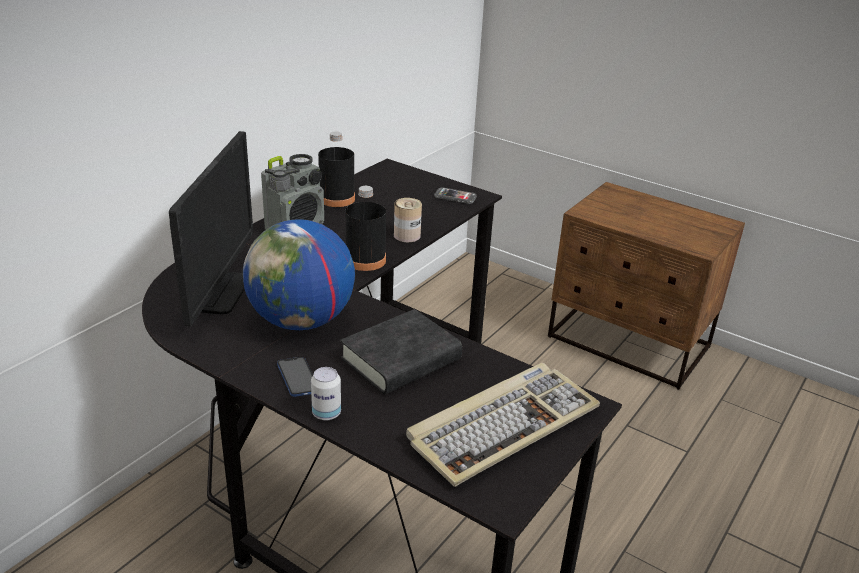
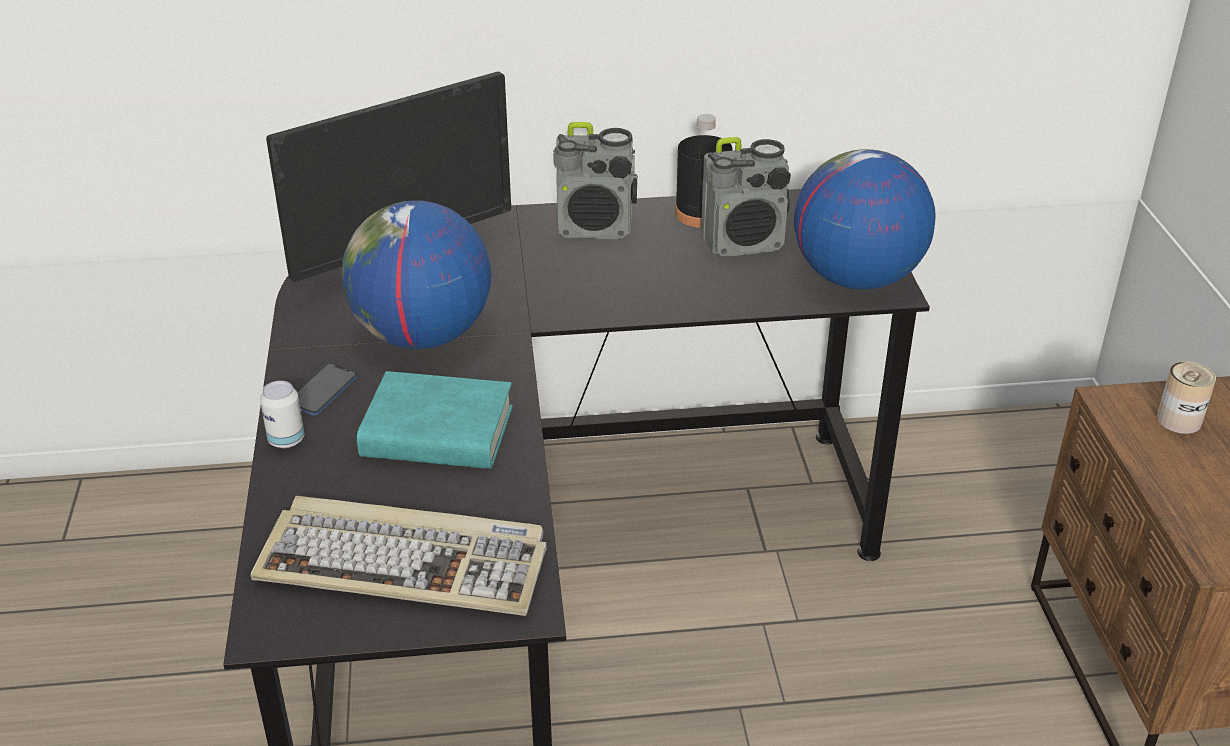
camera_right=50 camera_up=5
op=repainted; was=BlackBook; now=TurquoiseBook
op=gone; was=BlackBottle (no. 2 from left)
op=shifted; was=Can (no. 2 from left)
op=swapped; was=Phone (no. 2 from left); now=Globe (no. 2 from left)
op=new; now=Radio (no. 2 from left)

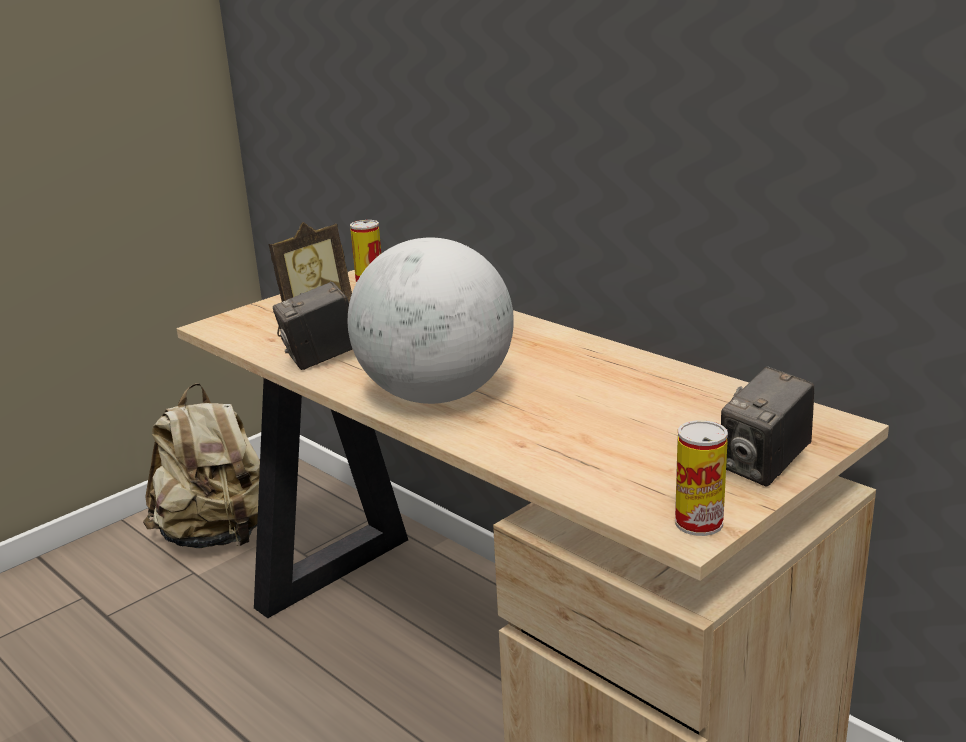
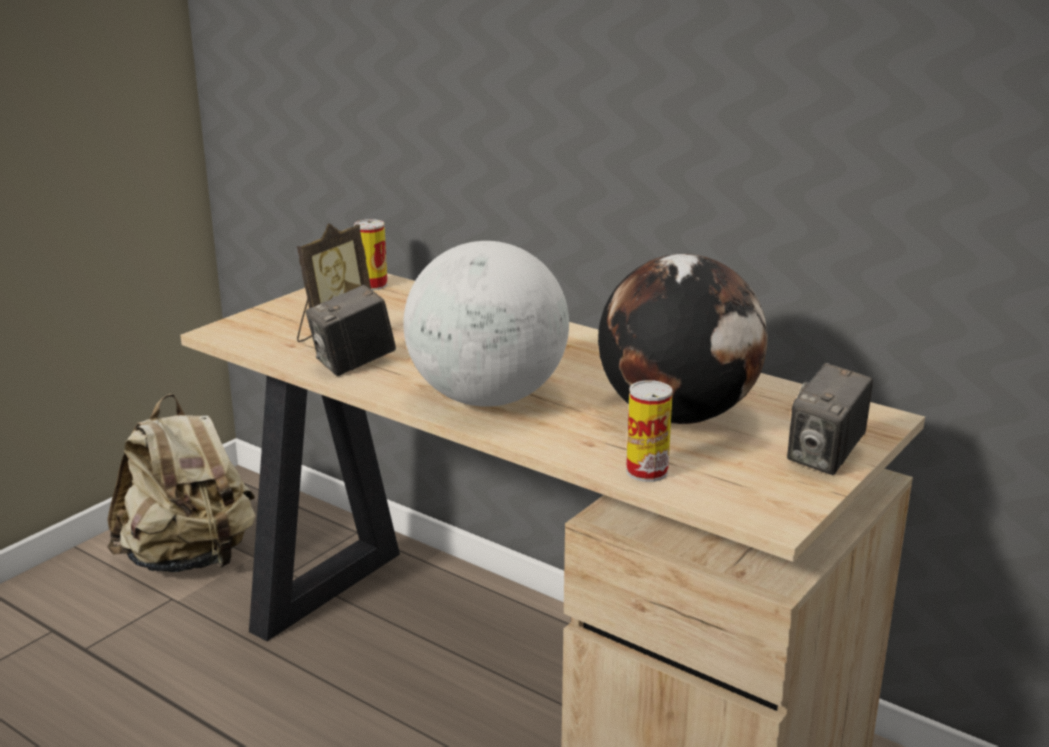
camera_right=-10 camera_up=0
op=shifted; was=Can (no. 2 from left)
op=new; now=Globe (no. 2 from left)

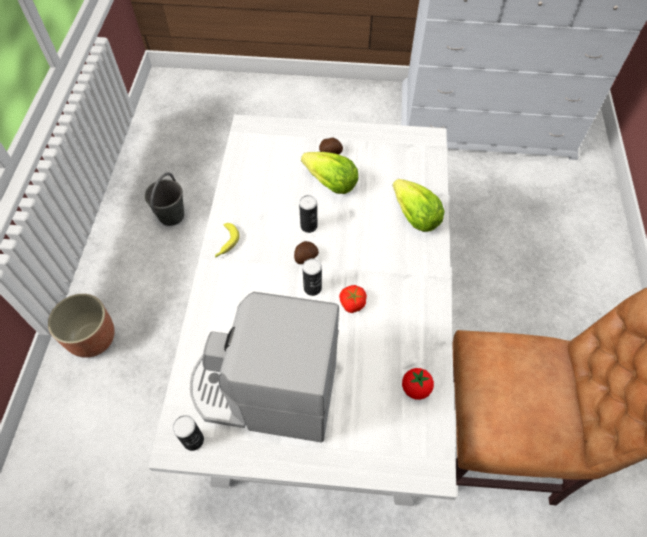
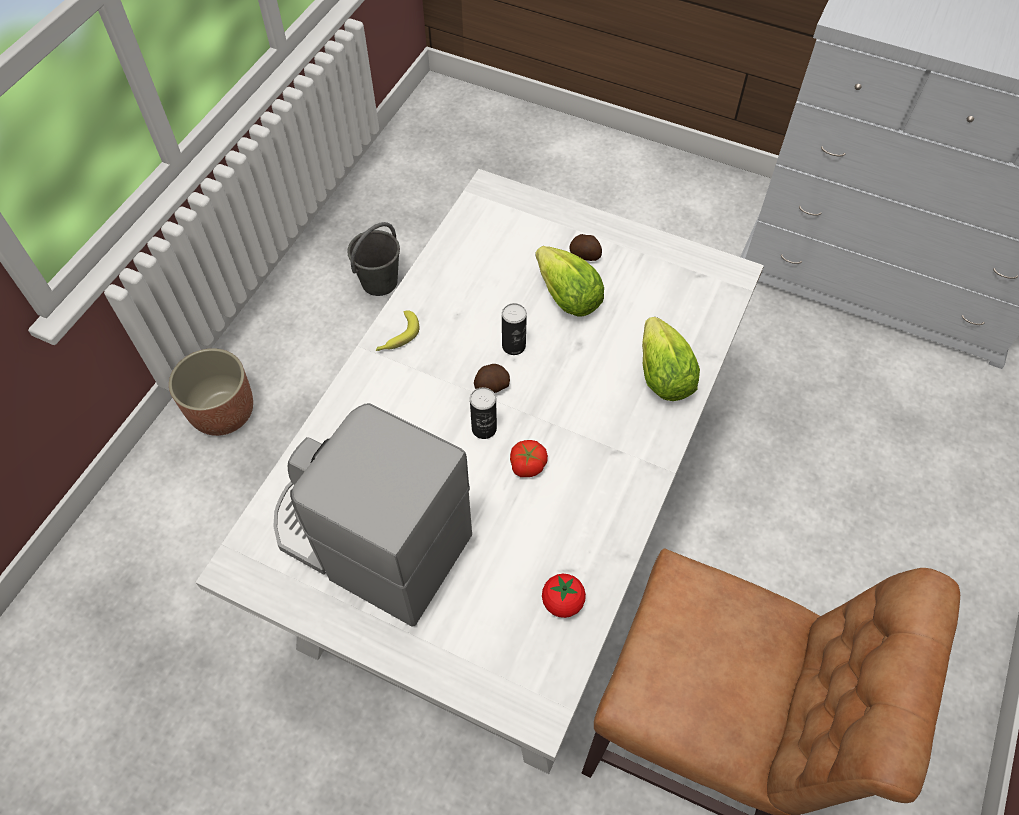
camera_right=20 camera_up=0
op=gone; was=Can (no. 1 from left)

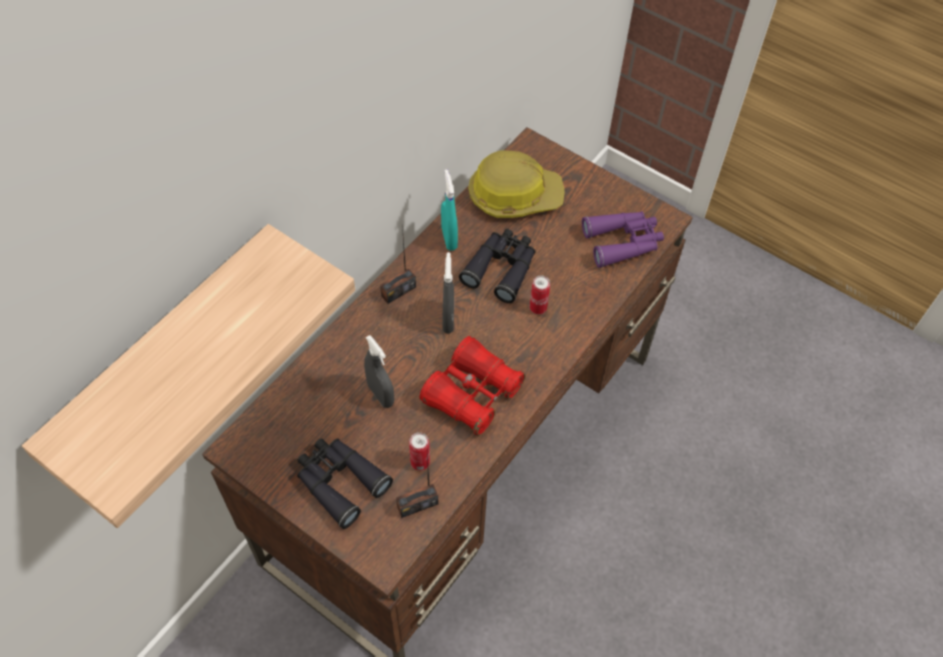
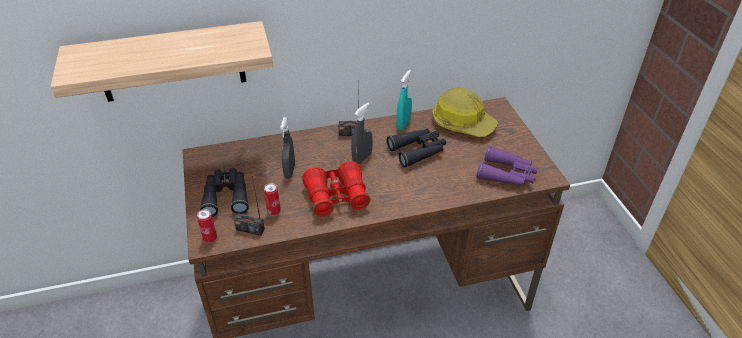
camera_right=40 camera_up=-15
op=shifted; was=Can (no. 2 from left in the first image); now=Can (no. 1 from left)

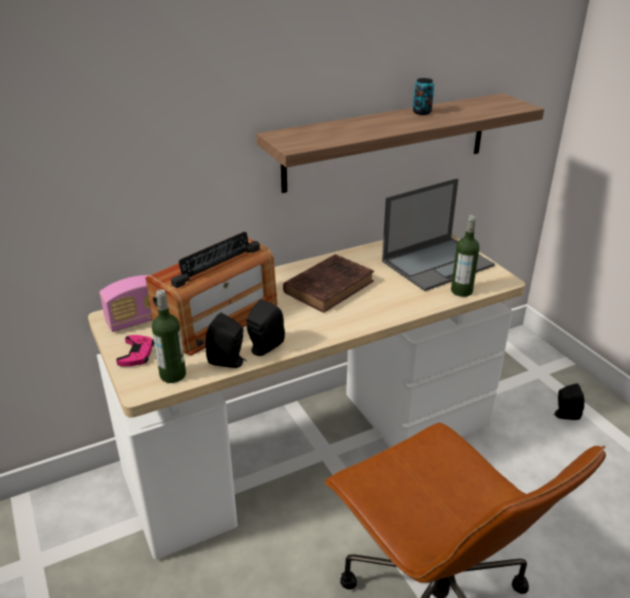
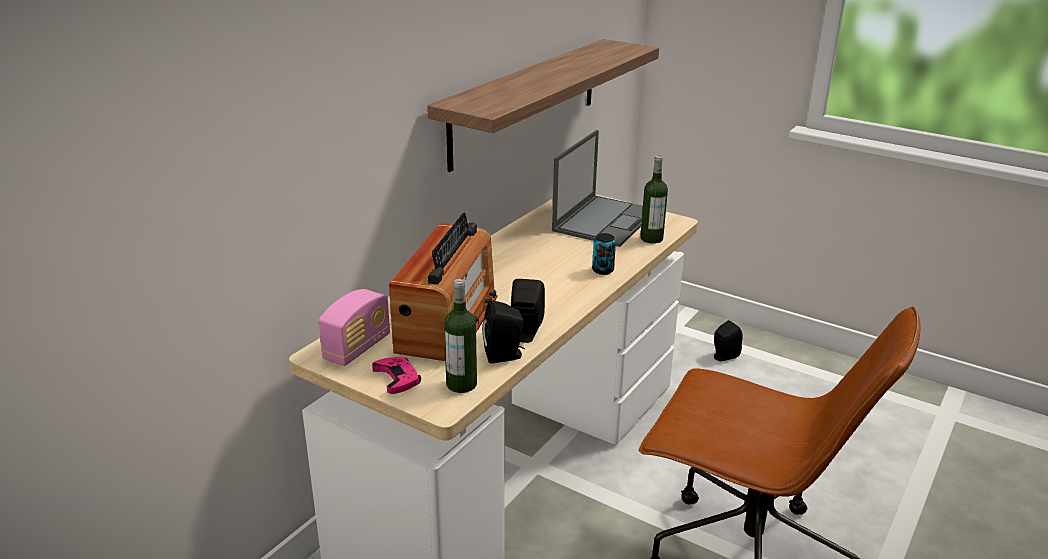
camera_right=-30 camera_up=-5
op=gone; was=BrownBook
op=shifted; was=Can

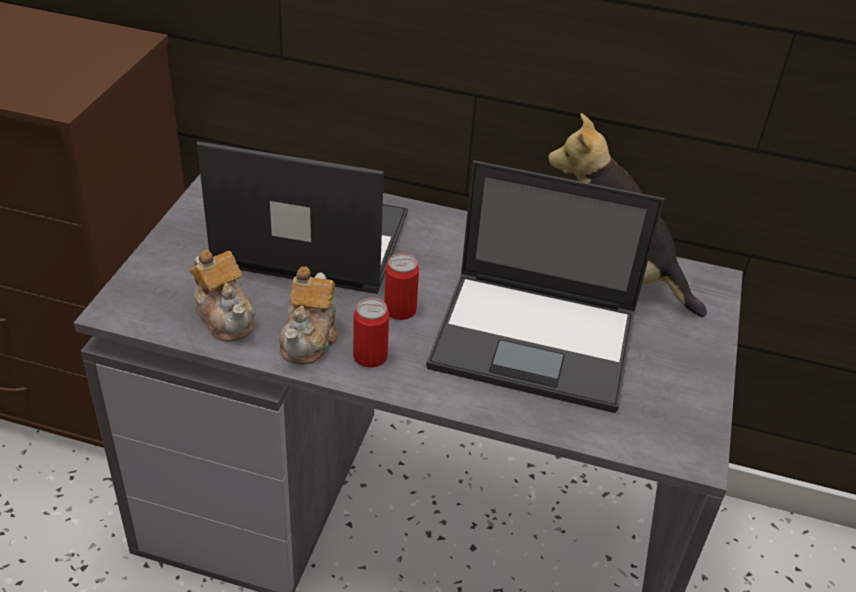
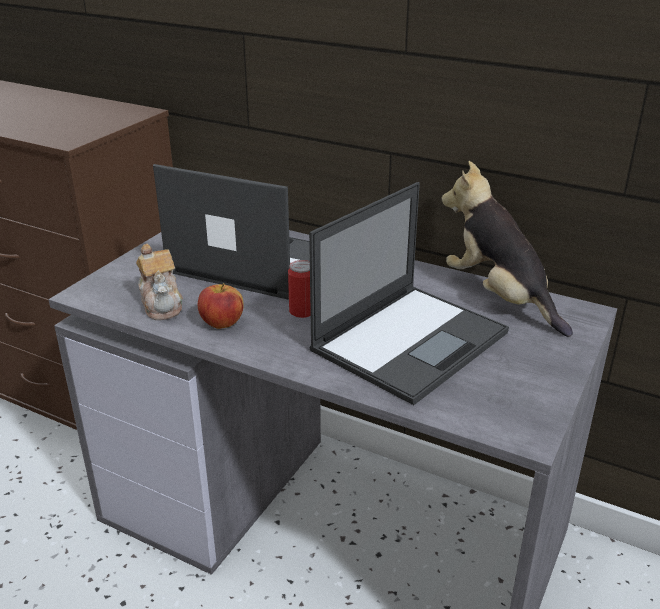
camera_right=15 camera_up=-10
op=swapped; was=Teapot (no. 2 from left); now=Apple
op=gone; was=Can (no. 1 from left)
op=rotated; was=Laptop (no. 2 from left); clockwise=-75

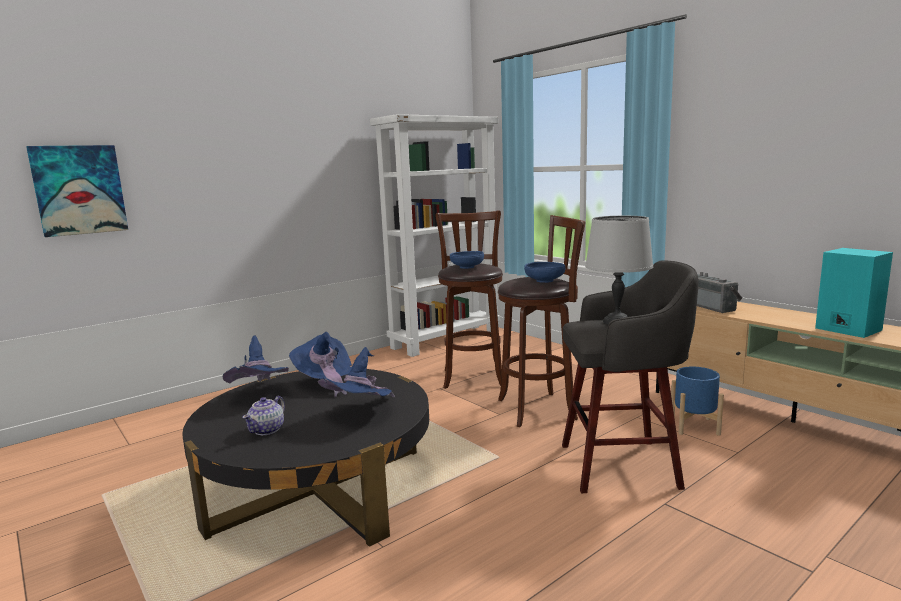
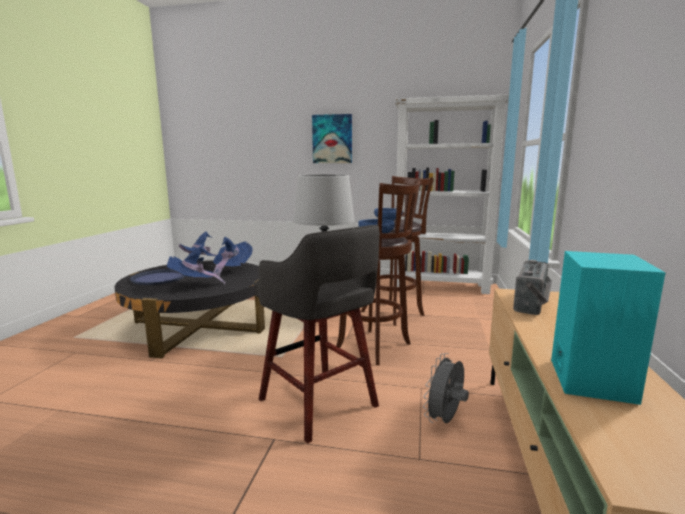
camera_right=50 camera_up=0
op=shifted; was=Picture
op=swapped; was=Teapot; now=BlueTray
op=swapped; was=BluePlanter; now=GreyFan

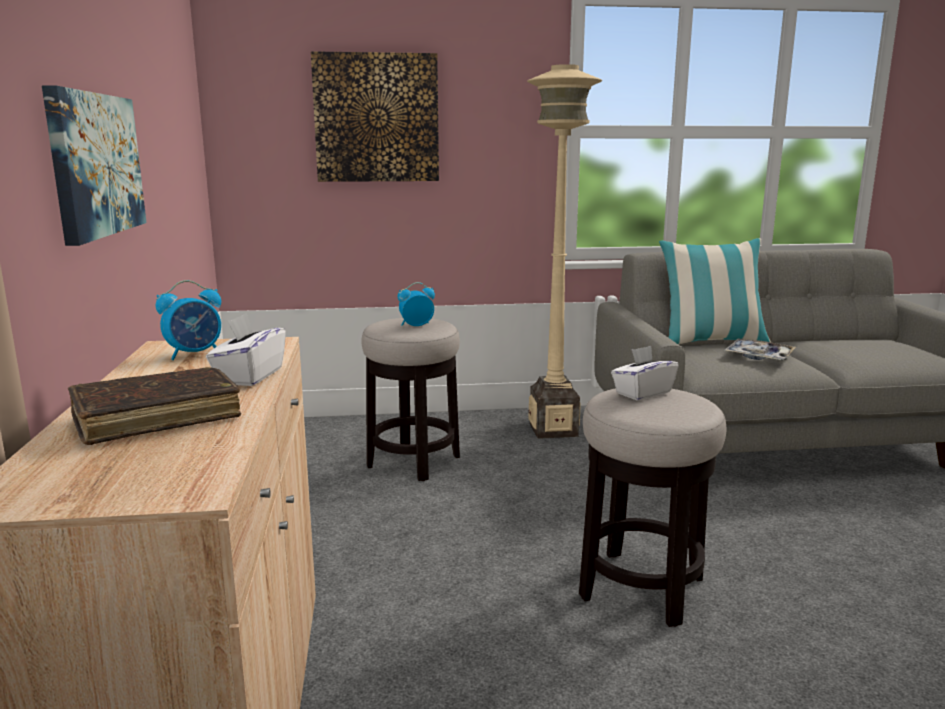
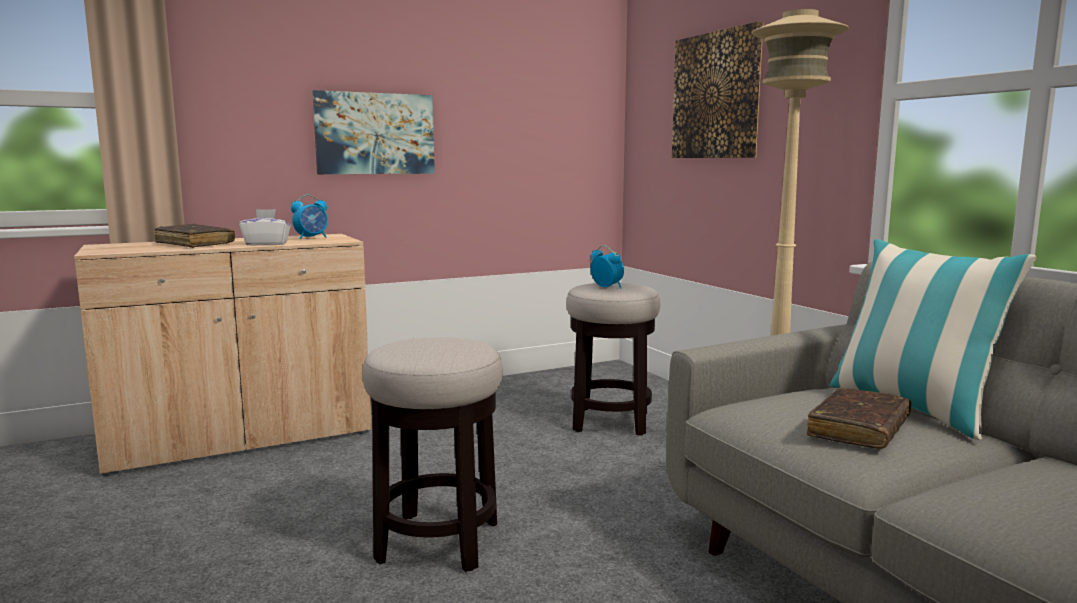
camera_right=70 camera_up=-5
op=rotated; was=AlarmClock (no. 1 from left); clockwise=-75
op=gone; was=WhiteTissueBox (no. 2 from left)
op=swapped; was=Tray; now=BrownBook (no. 2 from left)

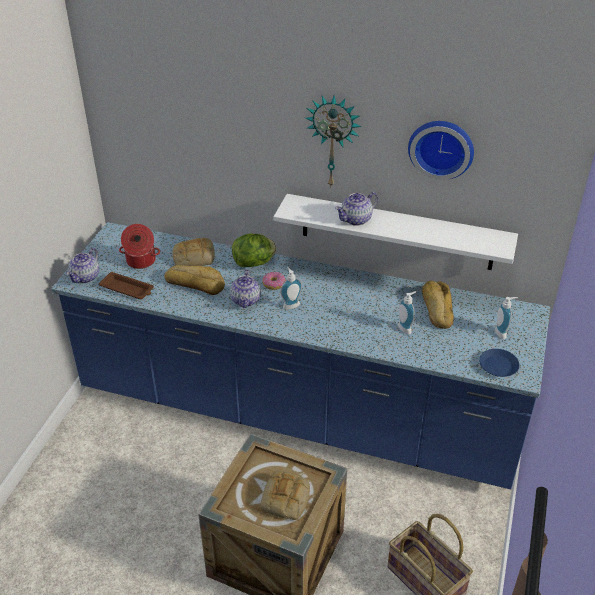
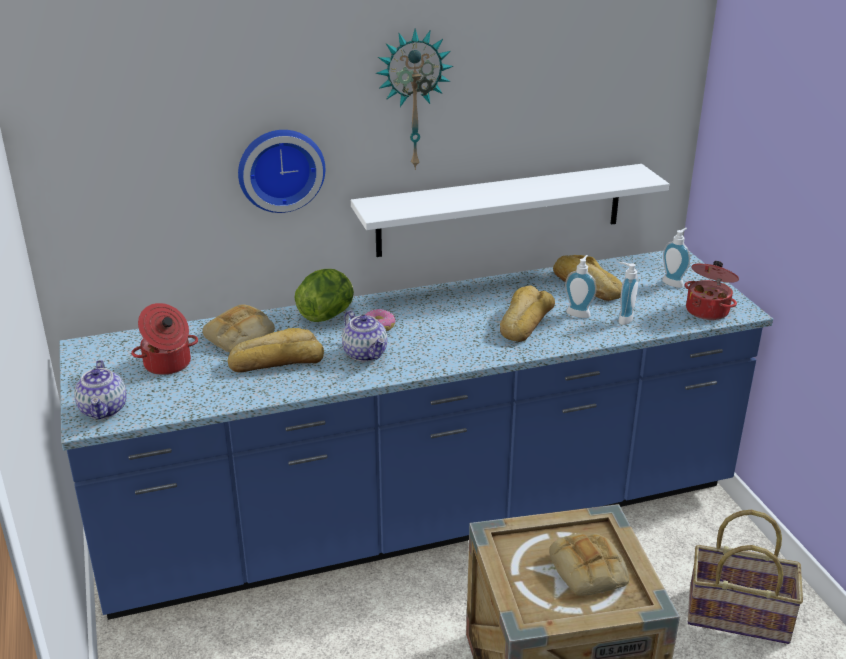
camera_right=-35 camera_up=-10
op=gone; was=BrownTray
op=shifted; was=SoapDispenser (no. 1 from left in the first image); now=SoapDispenser (no. 2 from left)
op=gone; was=Teapot (no. 3 from left)
op=shifted; was=WallClock (no. 2 from left in the first image); now=WallClock (no. 1 from left)
op=swapped; was=BluePlate; now=CookingPot (no. 2 from left)
op=new; now=Bread (no. 3 from left)

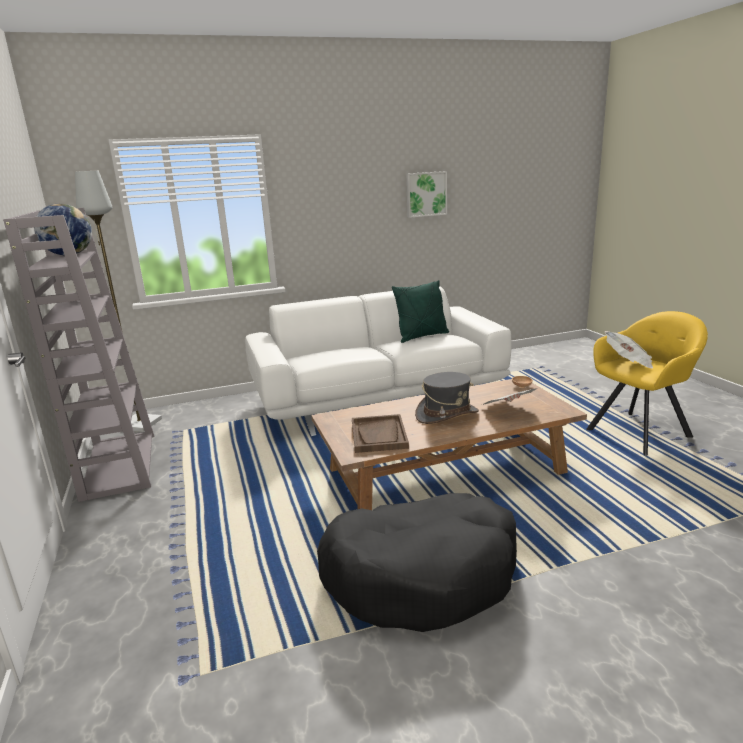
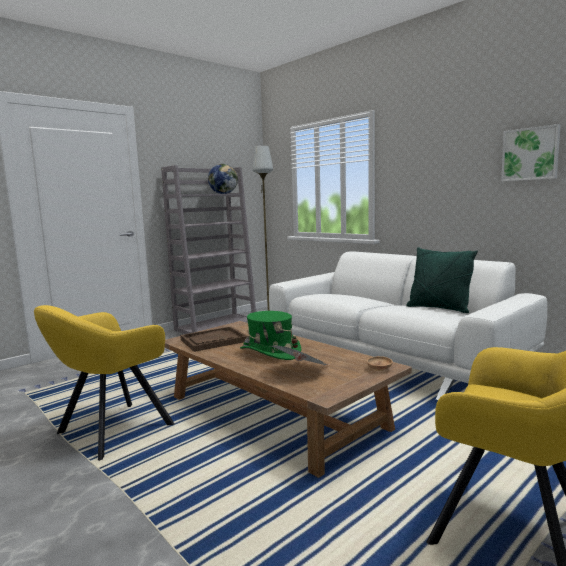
camera_right=65 camera_up=-10
op=swapped; was=BlackDogBed; now=YellowArmchair (no. 1 from left)
op=repainted; was=GreyHat; now=GreenHat
op=gone; was=Newspaper (no. 2 from left)

